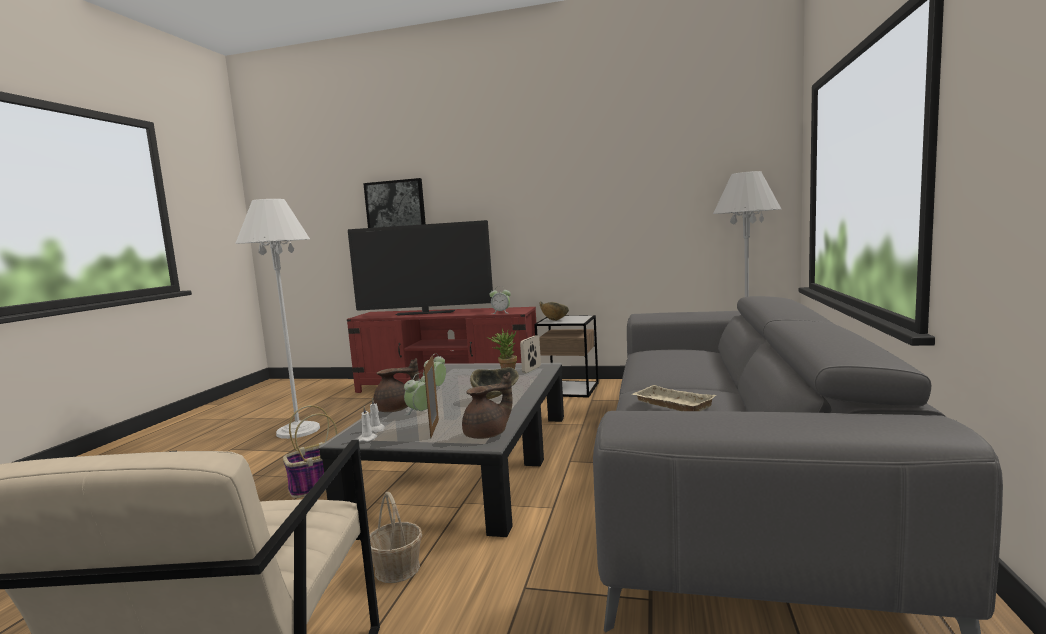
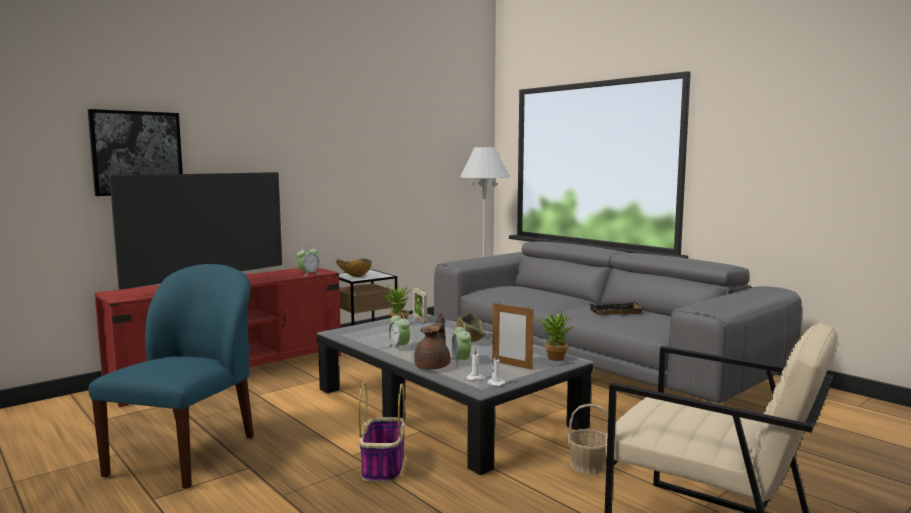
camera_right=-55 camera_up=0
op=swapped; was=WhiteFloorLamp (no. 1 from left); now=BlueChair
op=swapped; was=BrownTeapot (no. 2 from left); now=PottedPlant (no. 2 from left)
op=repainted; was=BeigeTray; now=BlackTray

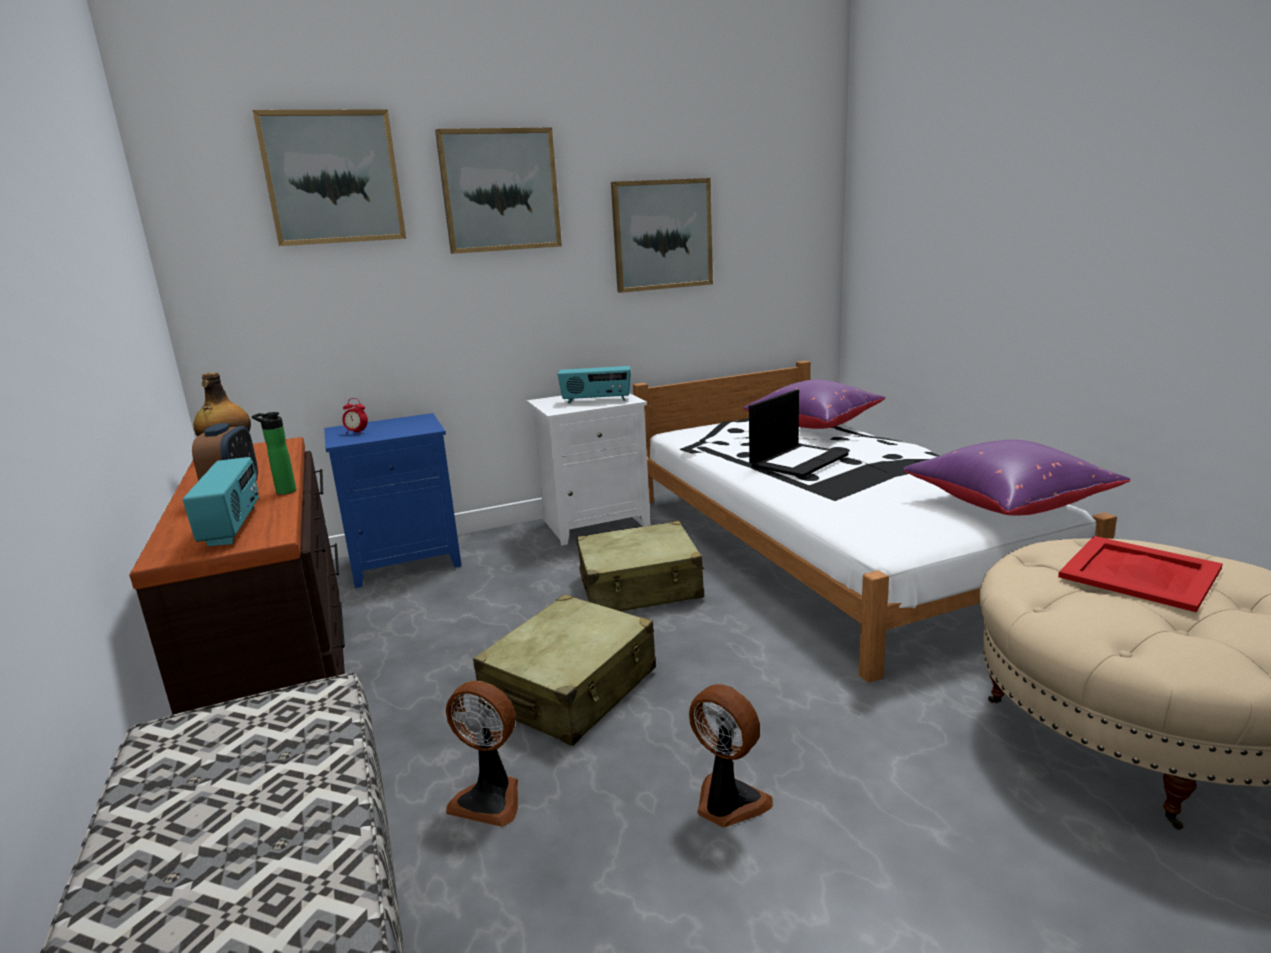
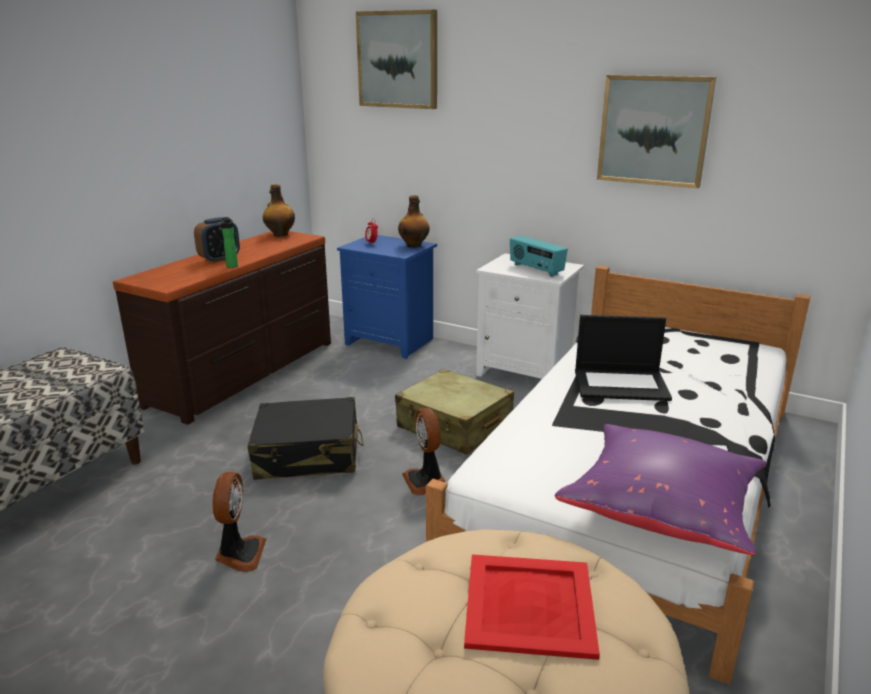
camera_right=50 camera_up=5
op=gone; was=Radio (no. 1 from left)
op=gone; was=Picture (no. 2 from left)
op=shifted; was=Fan (no. 1 from left in the first image); now=Fan (no. 2 from left)
op=repainted; was=BeigeSuitcase (no. 1 from left); now=BlackSuitcase
op=gone; was=PurplePillow (no. 1 from left)
op=new; now=Bottle (no. 3 from left)

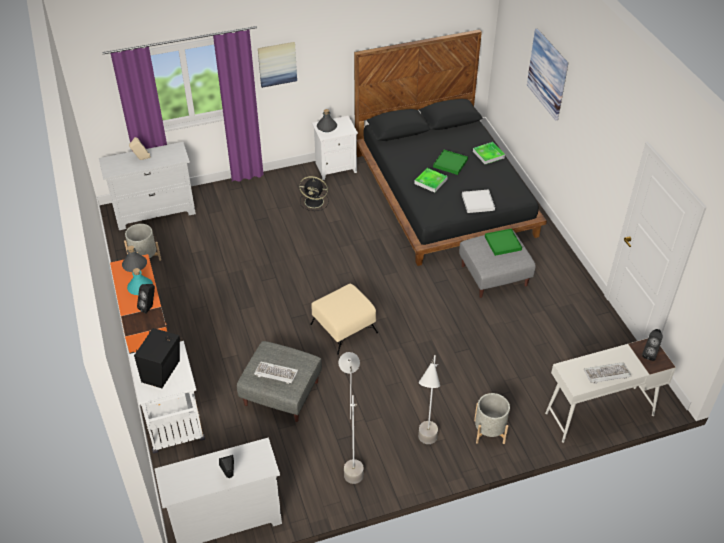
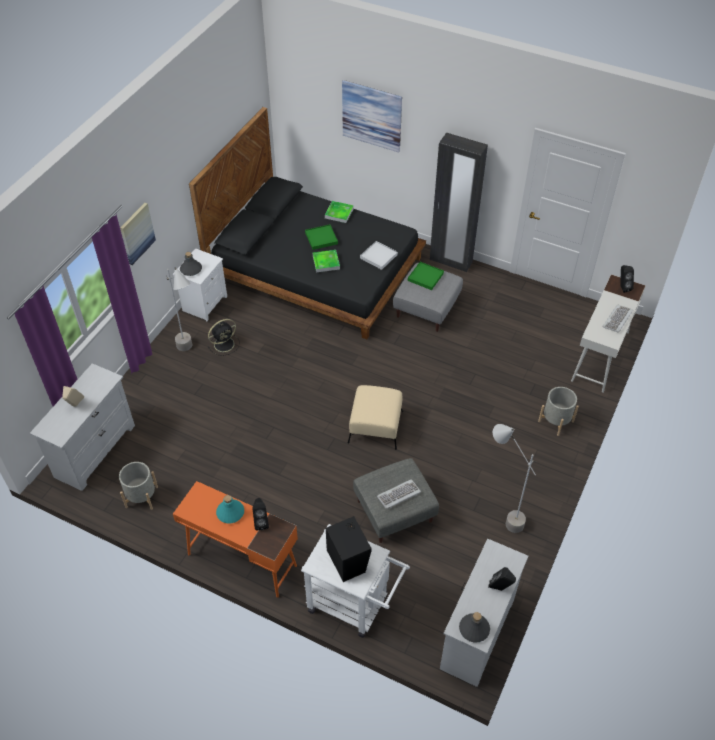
camera_right=-45 camera_up=5
op=shifted; was=GreyBottle (no. 1 from left in the first image); now=GreyBottle (no. 2 from left)
op=shifted; was=GreyFloorLamp (no. 2 from left in the first image); now=GreyFloorLamp (no. 1 from left)
op=new; now=BlackWardrobe

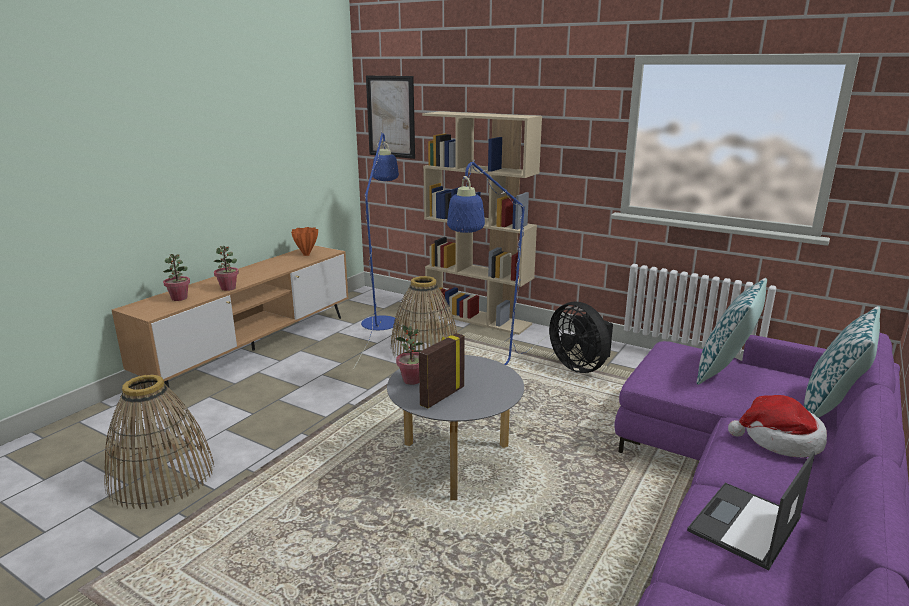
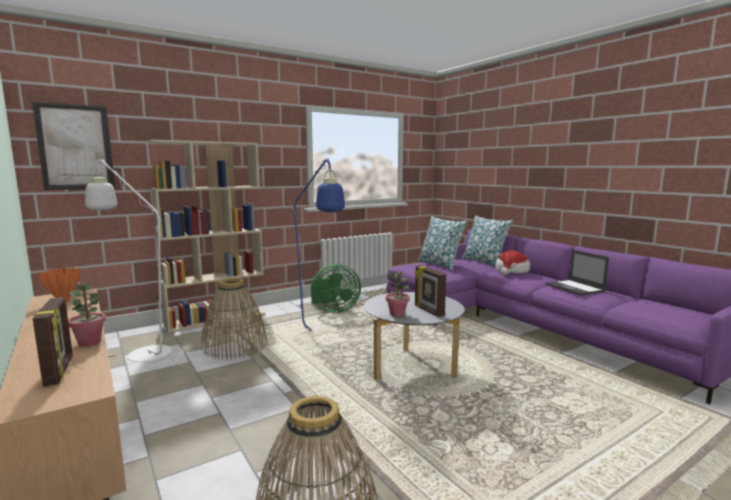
camera_right=-65 camera_up=-10
op=swapped; was=PottedPlant (no. 1 from left); now=PictureFrame (no. 1 from left)
op=repainted; was=BlueFloorLamp (no. 1 from left); now=WhiteFloorLamp
op=repainted; was=BlackFan; now=GreenFan

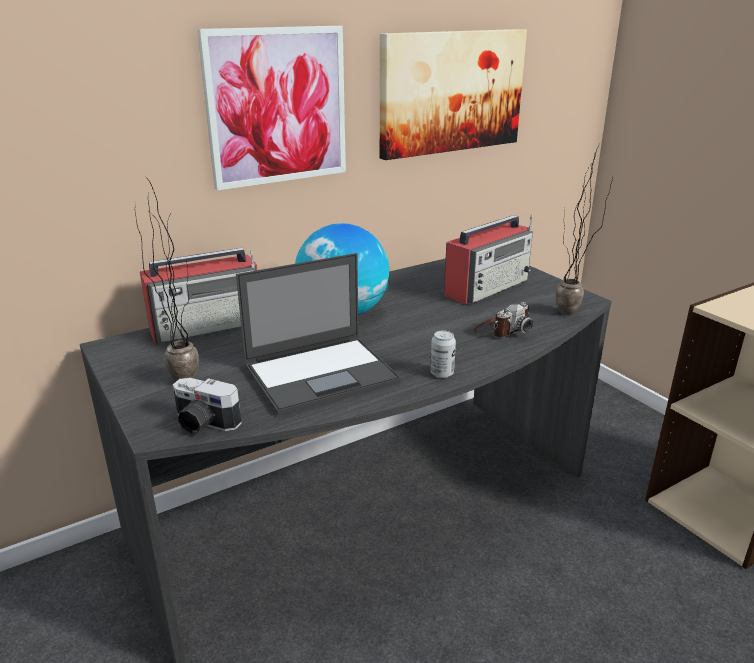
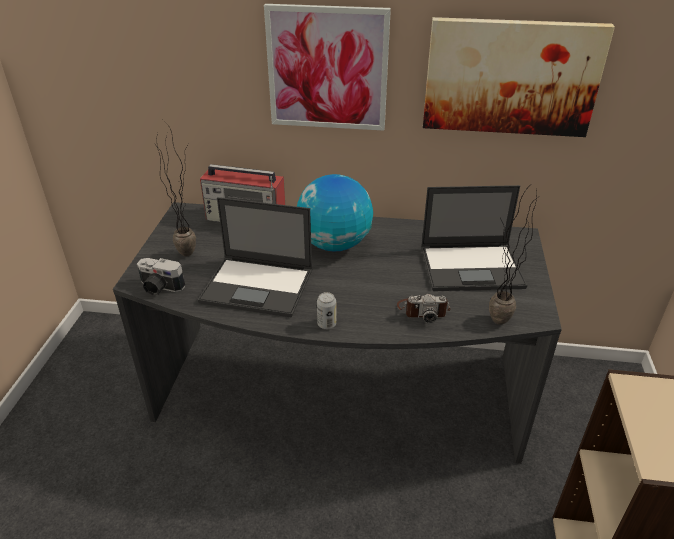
camera_right=40 camera_up=10
op=rotated; was=PhotoCamera (no. 1 from left); clockwise=-45
op=swapped; was=Radio (no. 2 from left); now=Laptop (no. 2 from left)

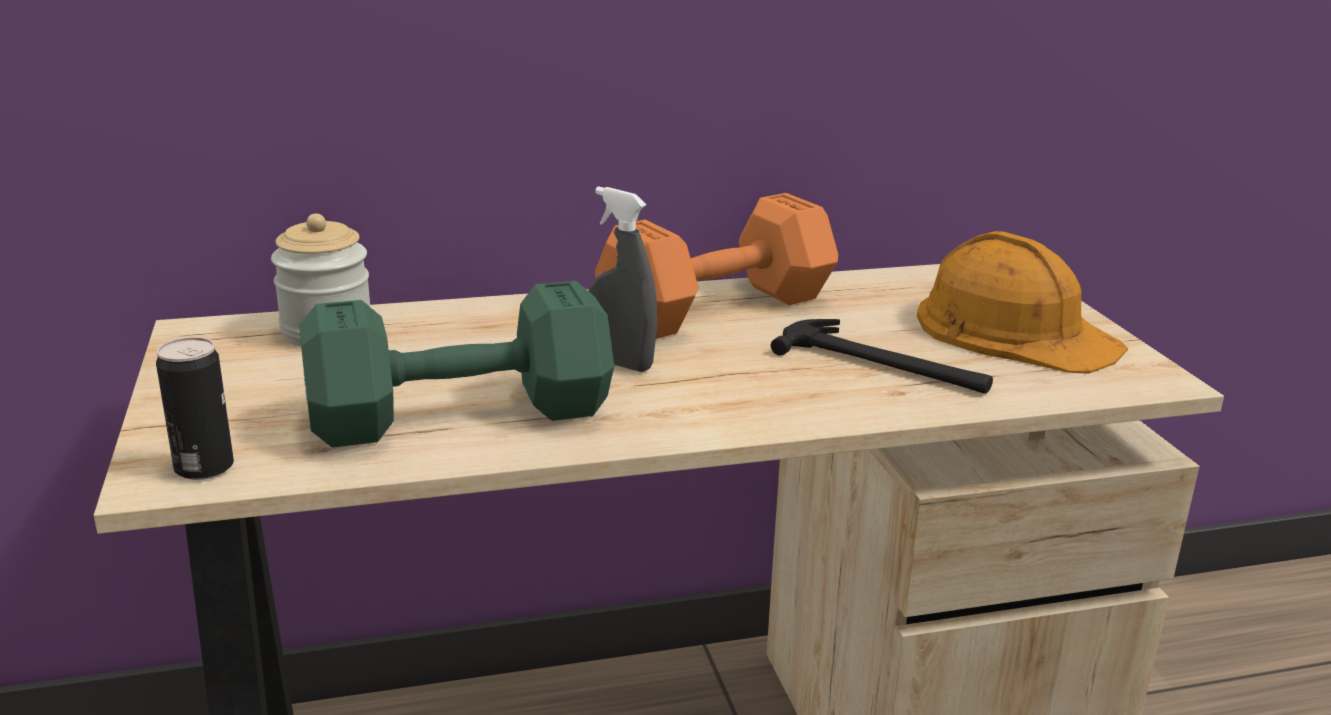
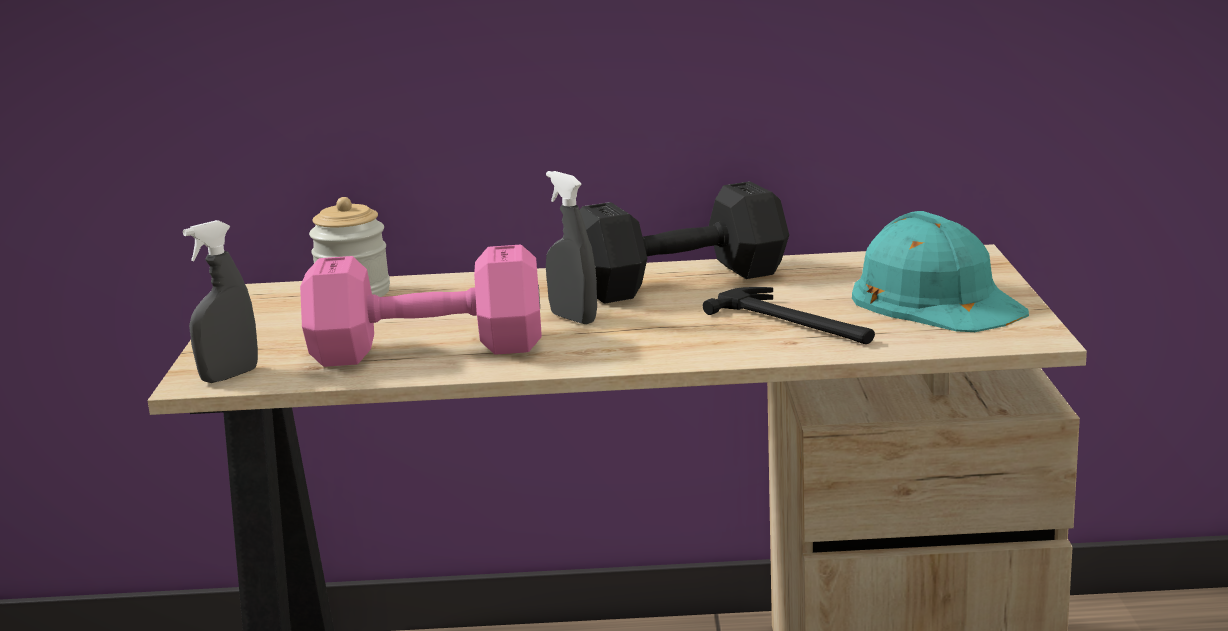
camera_right=15 camera_up=-5
op=swapped; was=Can; now=GreySprayBottle (no. 1 from left)
op=repainted; was=GreenDumbbell; now=PinkDumbbell
op=repainted; was=OrangeDumbbell; now=BlackDumbbell
op=repainted; was=OrangeHardHat; now=TurquoiseHardHat

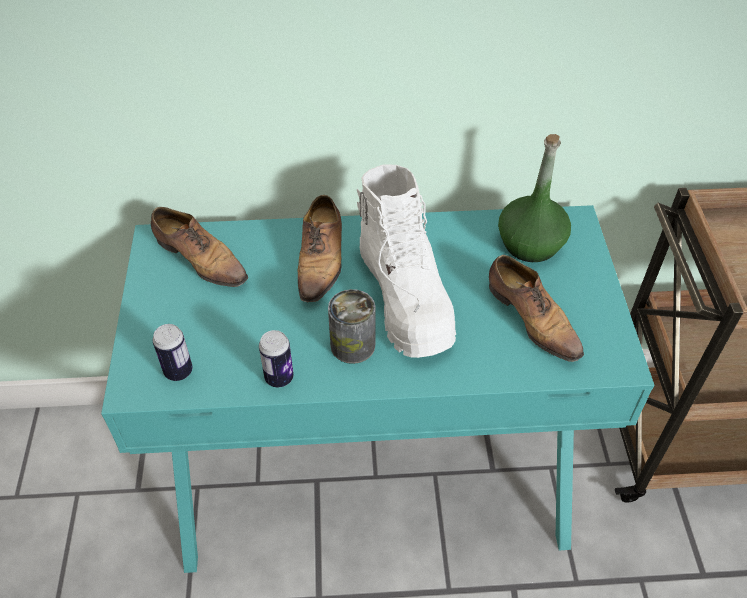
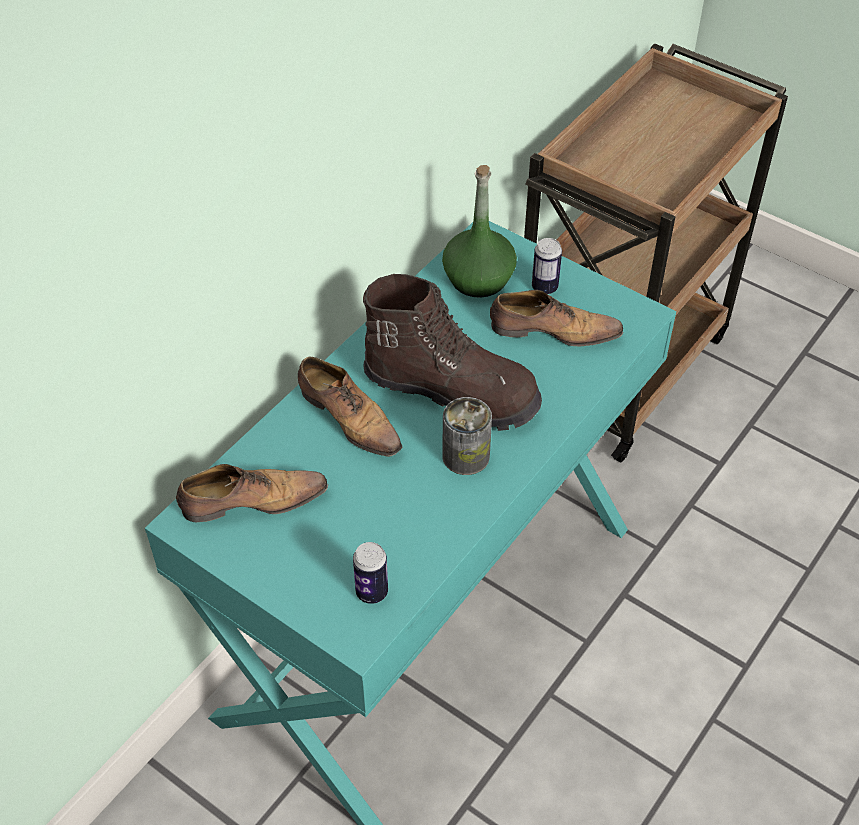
camera_right=-50 camera_up=0
op=shifted; was=Can (no. 2 from left in the first image); now=Can (no. 3 from left)
op=repainted; was=WhiteBoot; now=BrownBoot

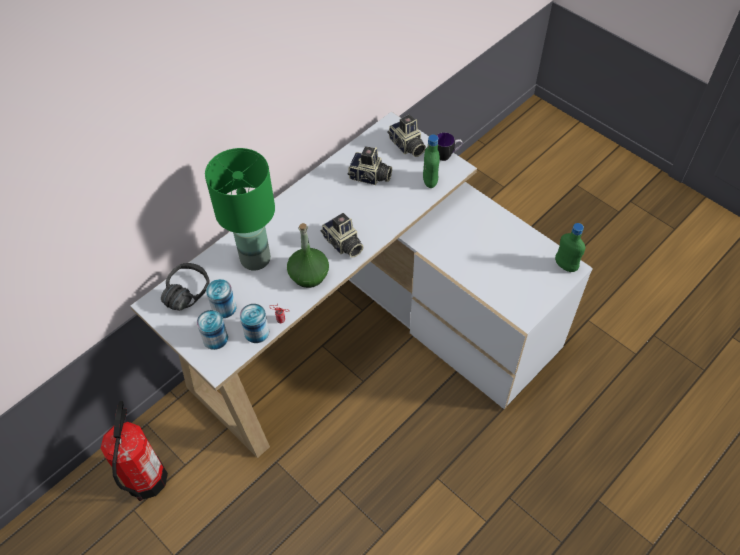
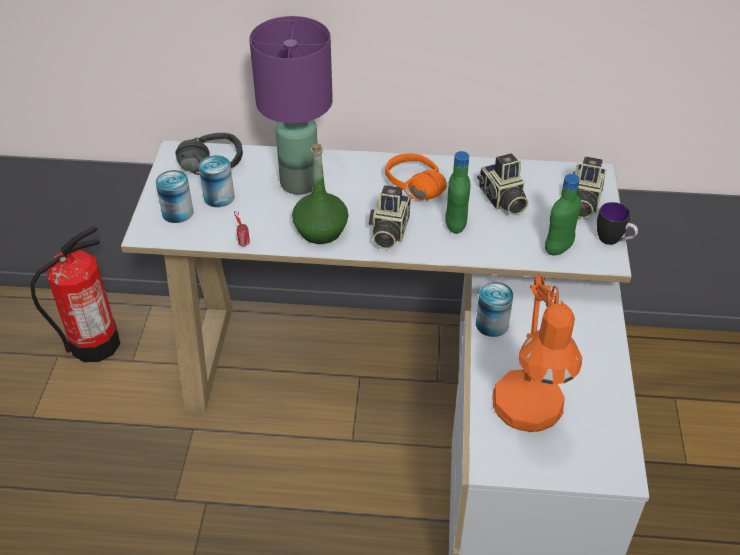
camera_right=50 camera_up=-10
op=repainted; was=GreenTableLamp; now=PurpleTableLamp
op=shifted; was=Can (no. 3 from left in the first image); now=Can (no. 4 from left)
op=shifted; was=GreenBottle (no. 3 from left in the first image); now=GreenBottle (no. 2 from left)
op=new; now=OrangeHeadphones
op=new; now=OrangeTableLamp

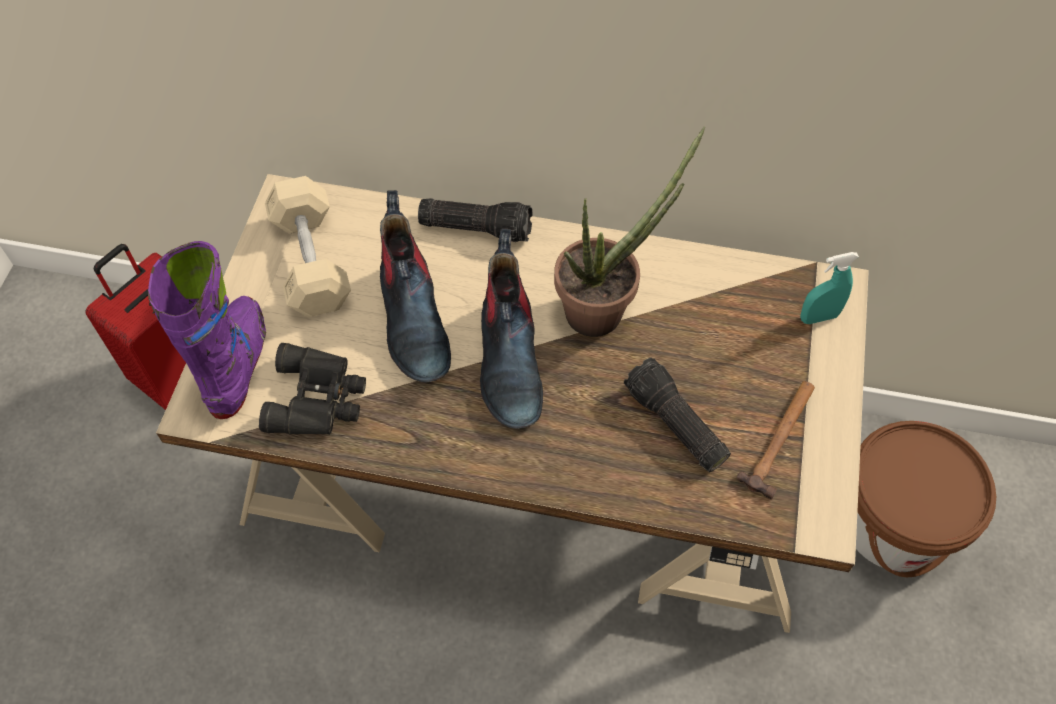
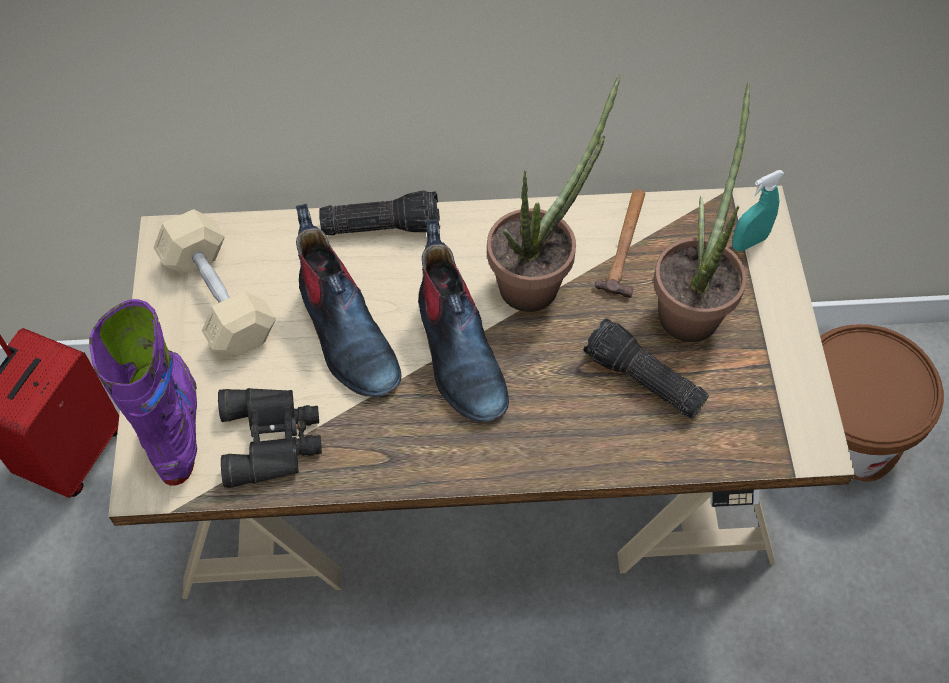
camera_right=-15 camera_up=0
op=shifted; was=Hammer
op=new; now=PottedPlant (no. 2 from left)

